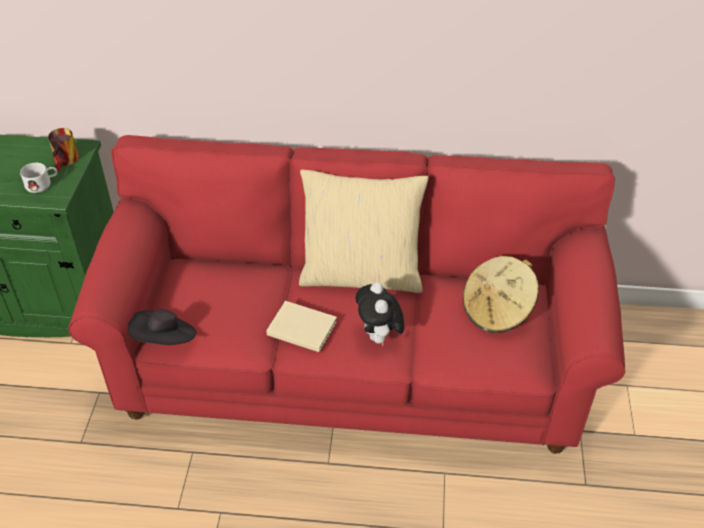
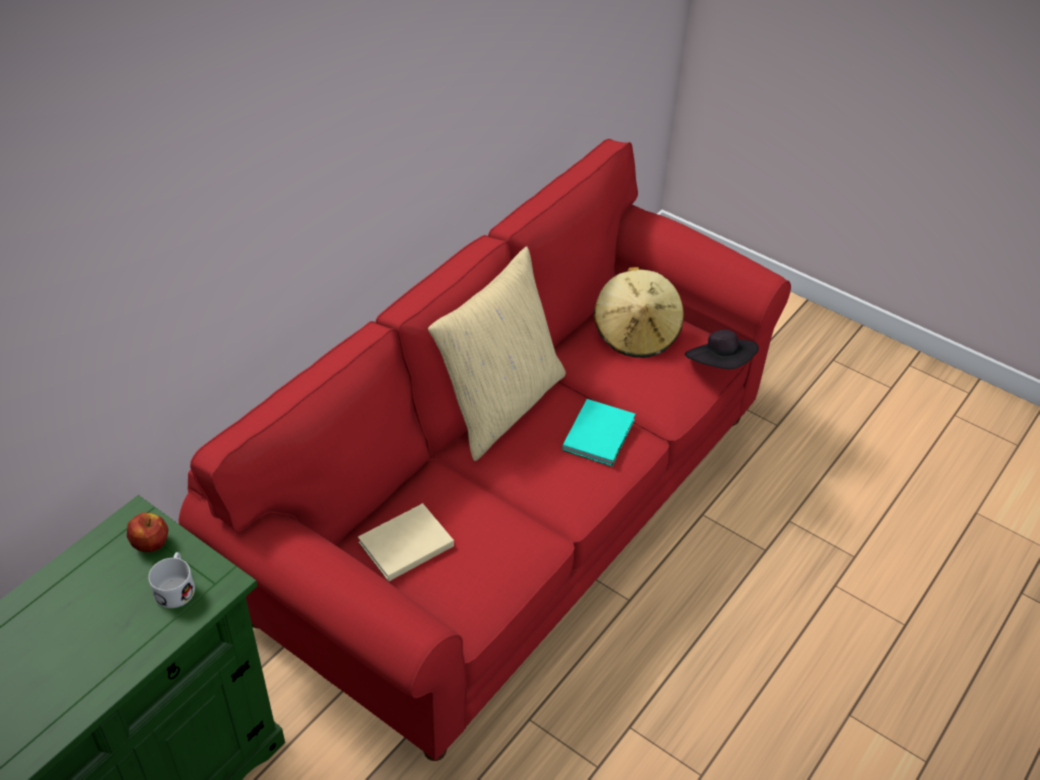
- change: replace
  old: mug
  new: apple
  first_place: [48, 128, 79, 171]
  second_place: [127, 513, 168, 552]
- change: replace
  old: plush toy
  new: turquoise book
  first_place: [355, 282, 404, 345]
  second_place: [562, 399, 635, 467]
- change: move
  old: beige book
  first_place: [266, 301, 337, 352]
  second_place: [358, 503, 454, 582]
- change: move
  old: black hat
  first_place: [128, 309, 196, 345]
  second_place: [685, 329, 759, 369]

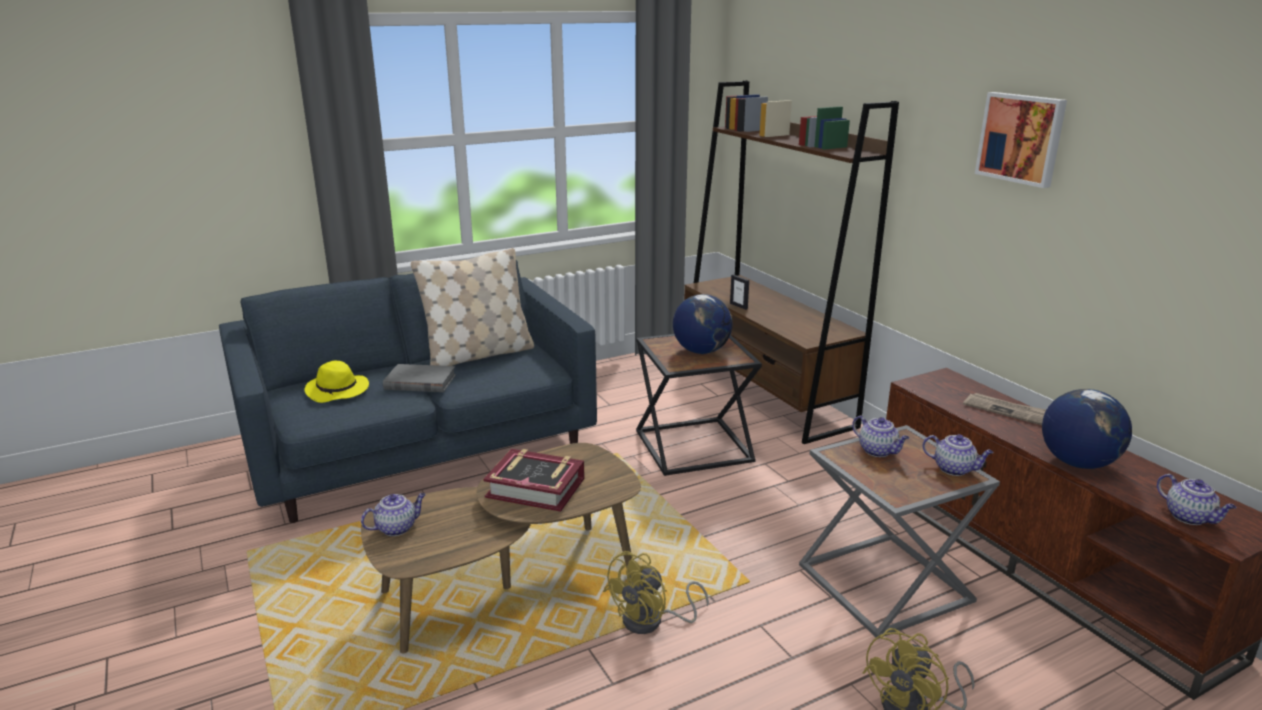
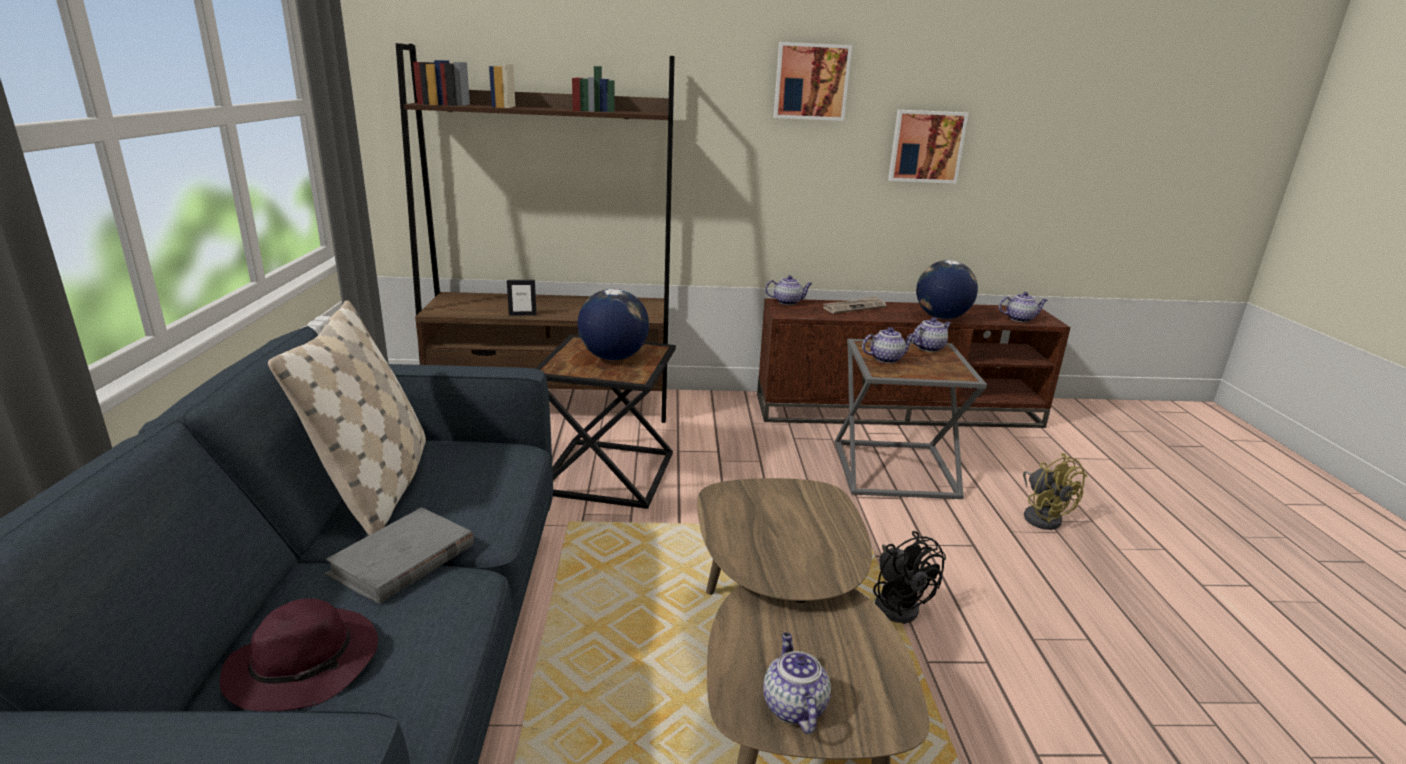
- change: recolor
  old: yellow hat
  new: purple hat
  first_place: [304, 361, 369, 403]
  second_place: [219, 598, 378, 711]
- change: delete
  old: book
  first_place: [483, 449, 585, 512]
- change: recolor
  old: yellow fan
  new: black fan
  first_place: [603, 551, 709, 634]
  second_place: [873, 531, 946, 624]
- change: insert
  new: picture
  second_place: [888, 110, 969, 184]
- change: insert
  new: teapot
  second_place: [765, 275, 812, 305]

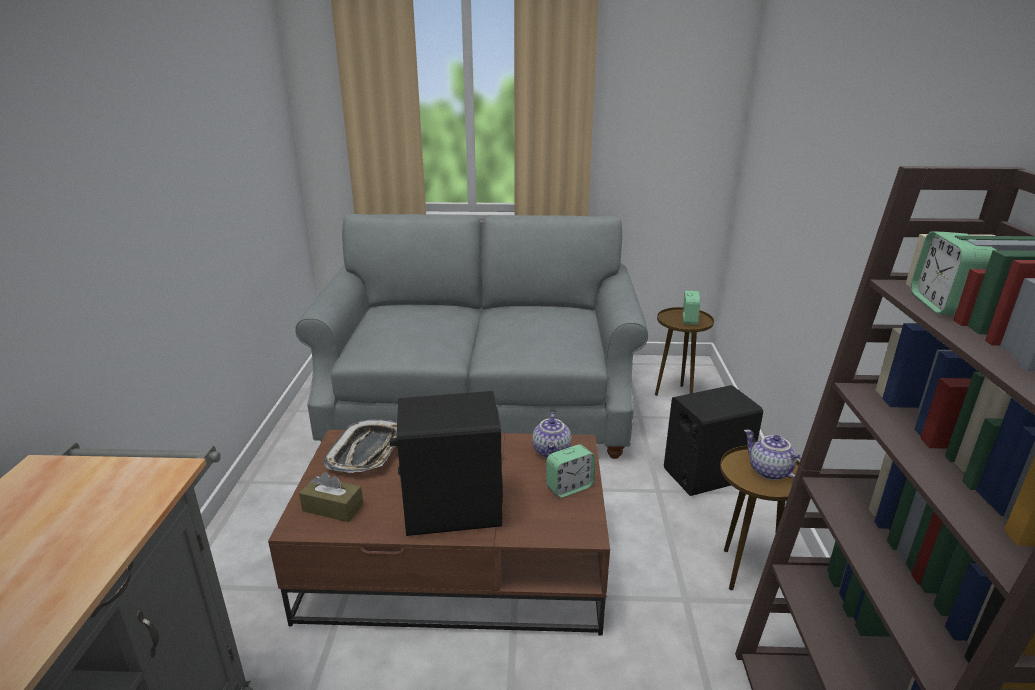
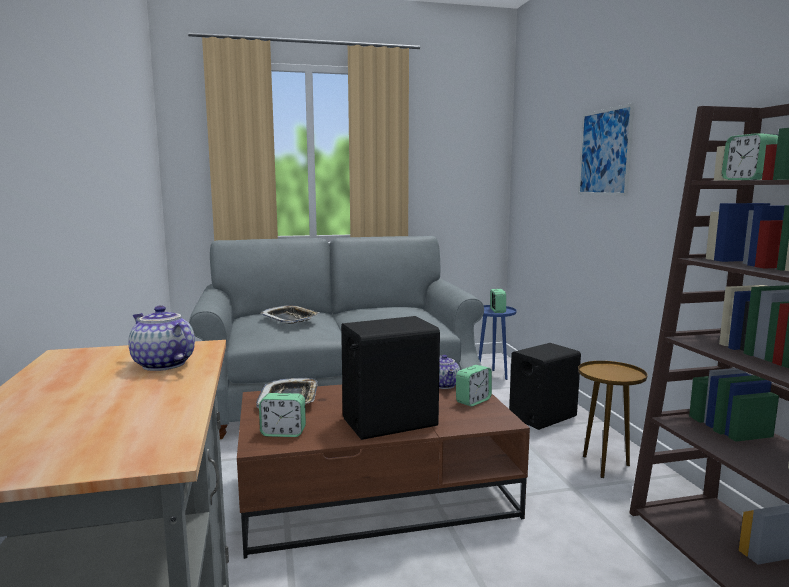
- change: recolor
  old: brown side table
  new: blue side table
  first_place: [655, 307, 714, 396]
  second_place: [478, 305, 517, 380]
- change: move
  old: teapot
  first_place: [744, 429, 802, 480]
  second_place: [128, 305, 195, 371]
- change: replace
  old: brown tissue box
  new: alarm clock
  first_place: [299, 472, 363, 522]
  second_place: [259, 393, 306, 437]
- change: insert
  new: picture
  second_place: [578, 103, 635, 196]
- change: insert
  new: tray
  second_place: [261, 305, 320, 324]

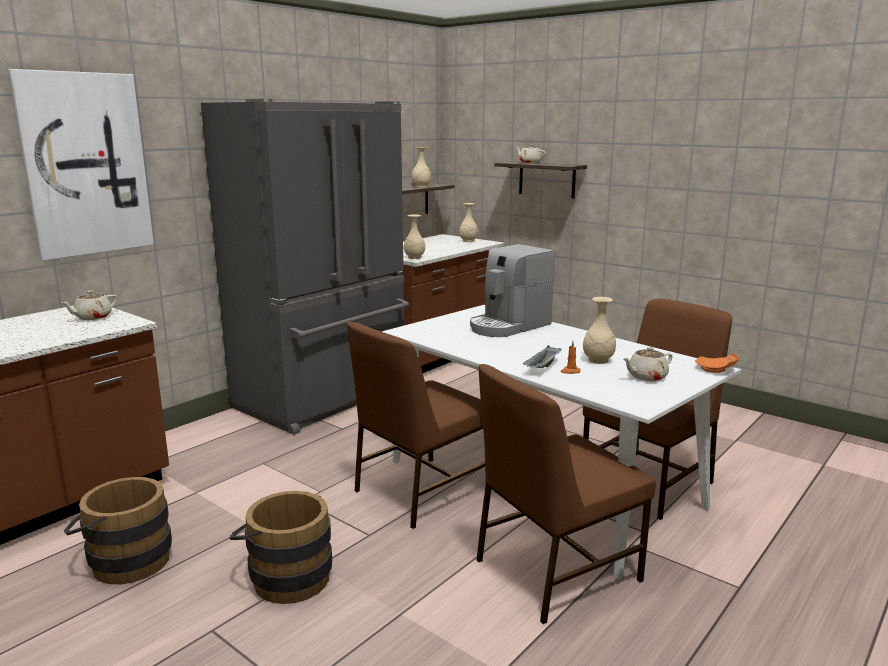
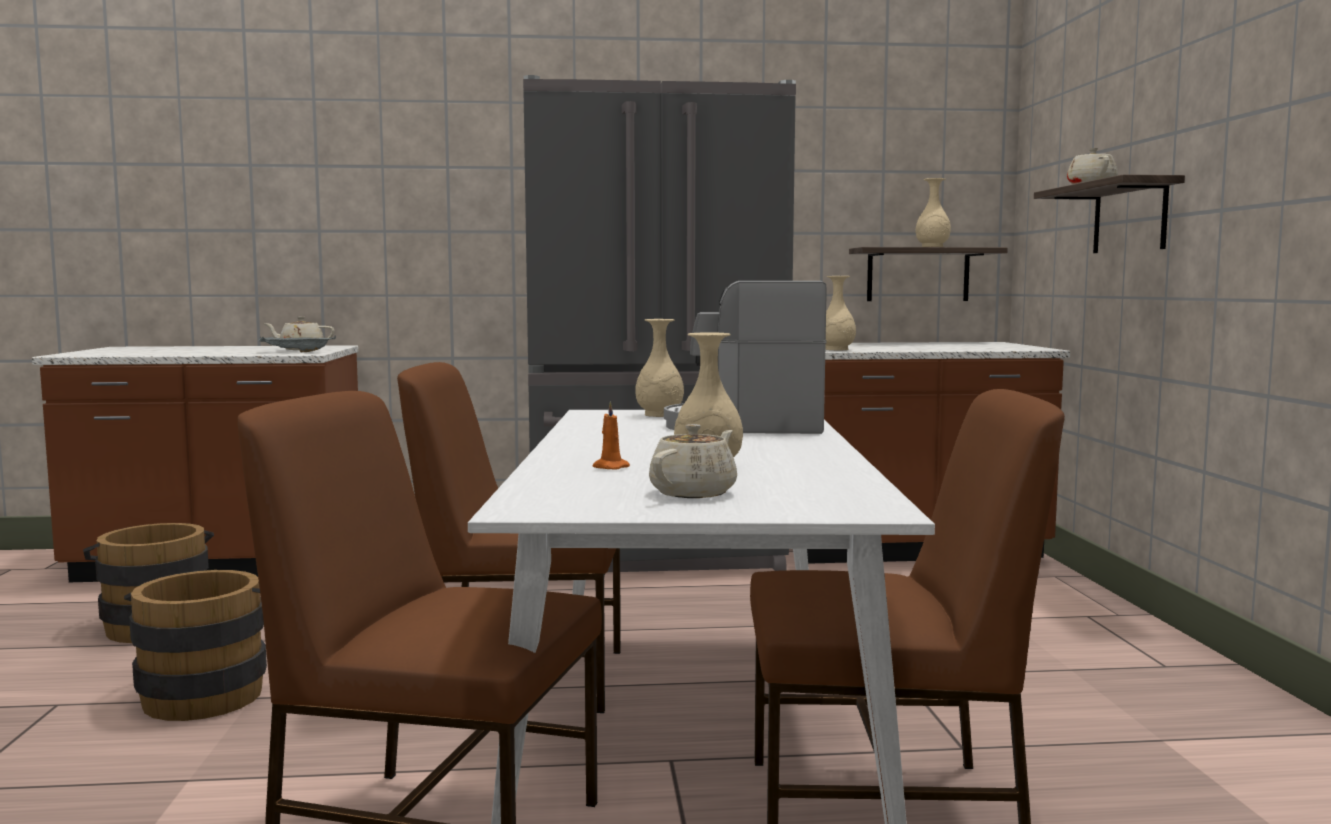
- change: delete
  old: picture
  first_place: [8, 69, 154, 260]
- change: move
  old: beige vase
  first_place: [459, 203, 478, 242]
  second_place: [635, 319, 684, 417]
- change: move
  old: grey tray
  first_place: [523, 345, 562, 368]
  second_place: [259, 335, 336, 352]
- change: rotate
  old: beige teapot
  first_place: [623, 347, 673, 381]
  second_place: [649, 424, 737, 498]
  degrees: 105
- change: delete
  old: orange plate
  first_place: [695, 353, 739, 373]

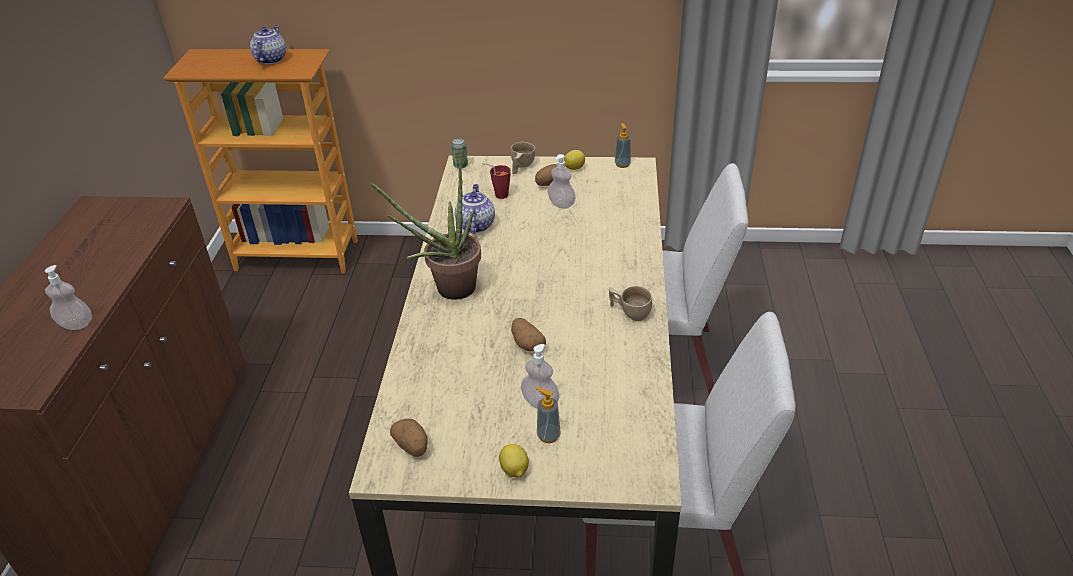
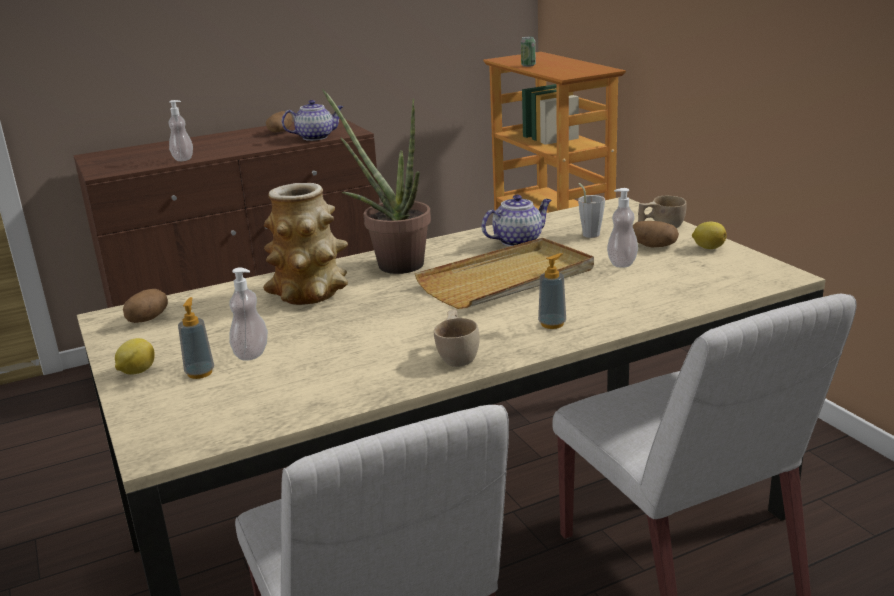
- change: move
  old: teapot
  first_place: [250, 25, 286, 64]
  second_place: [282, 100, 343, 141]
- change: move
  old: soap dispenser
  first_place: [615, 123, 631, 168]
  second_place: [538, 253, 566, 329]
- change: move
  old: can
  first_place: [451, 138, 468, 169]
  second_place: [521, 37, 536, 67]
- change: recolor
  old: red cup
  new: grey cup
  first_place: [482, 163, 511, 199]
  second_place: [578, 183, 605, 238]
- change: move
  old: potato
  first_place: [511, 318, 546, 351]
  second_place: [266, 111, 292, 132]
- change: insert
  new: vase
  second_place: [263, 183, 348, 305]
- change: insert
  new: beige tray
  second_place: [414, 238, 594, 309]

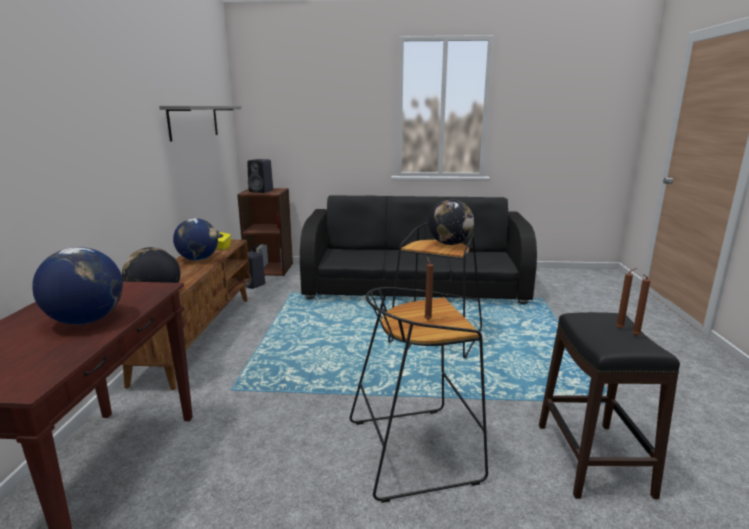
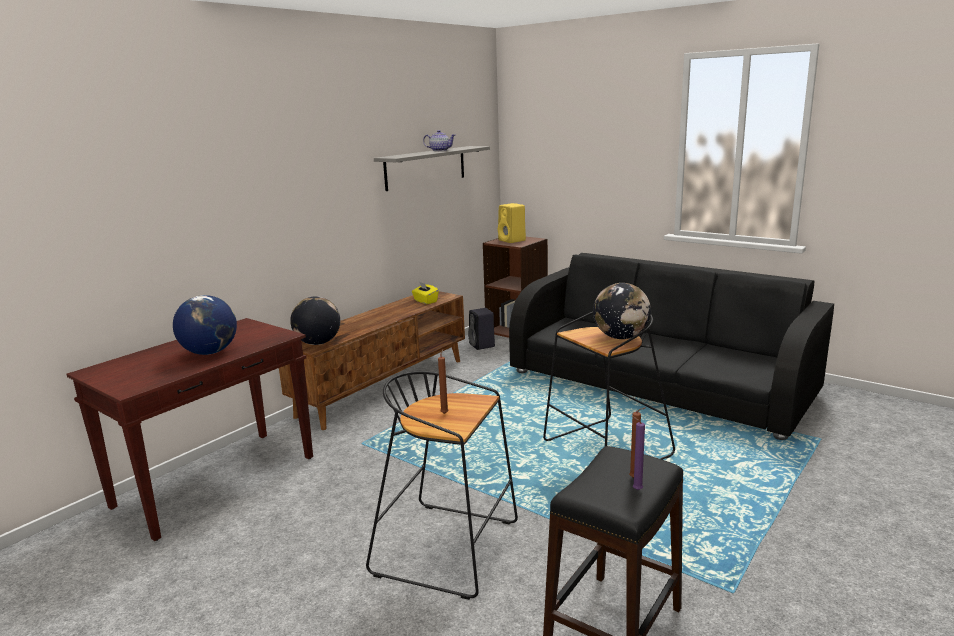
- change: recolor
  old: black speaker
  new: yellow speaker
  first_place: [248, 159, 273, 193]
  second_place: [498, 203, 526, 243]
- change: delete
  old: globe
  first_place: [173, 218, 218, 260]
- change: recolor
  old: brown candle
  new: purple candle
  first_place: [632, 274, 650, 336]
  second_place: [632, 416, 645, 490]
- change: insert
  new: teapot
  second_place: [423, 130, 455, 151]

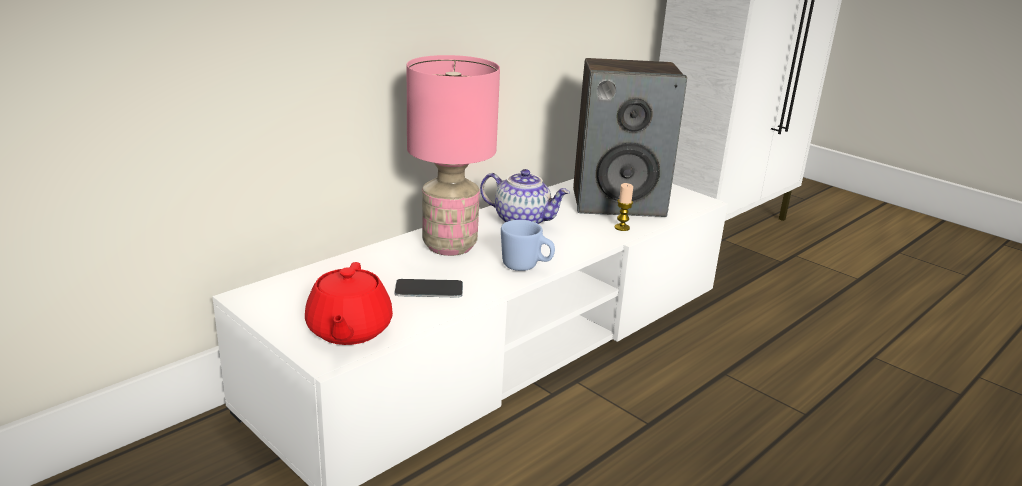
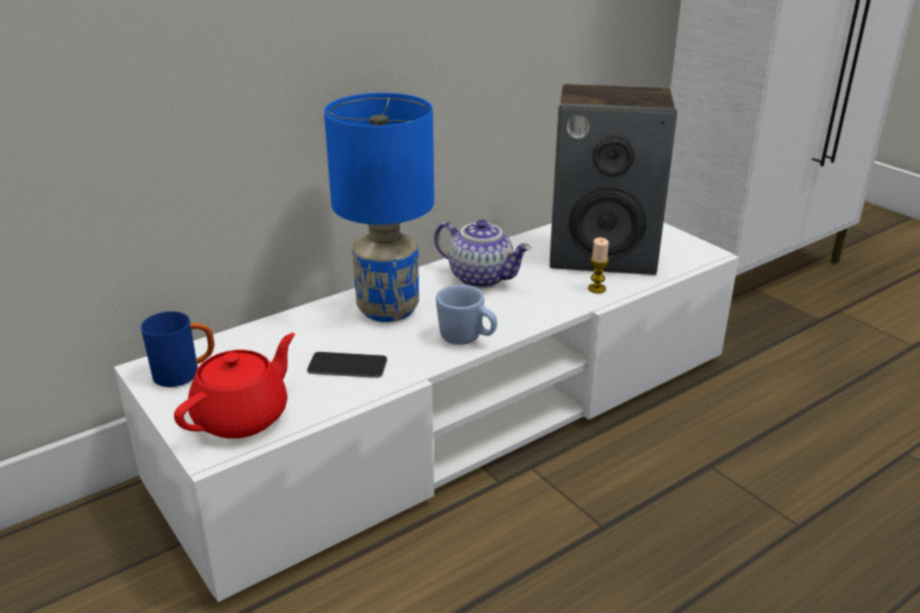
- change: recolor
  old: pink table lamp
  new: blue table lamp
  first_place: [407, 55, 500, 256]
  second_place: [324, 93, 434, 322]
- change: rotate
  old: red teapot
  first_place: [305, 262, 393, 345]
  second_place: [174, 333, 295, 439]
  degrees: -150
- change: insert
  new: blue mug
  second_place: [141, 311, 214, 387]

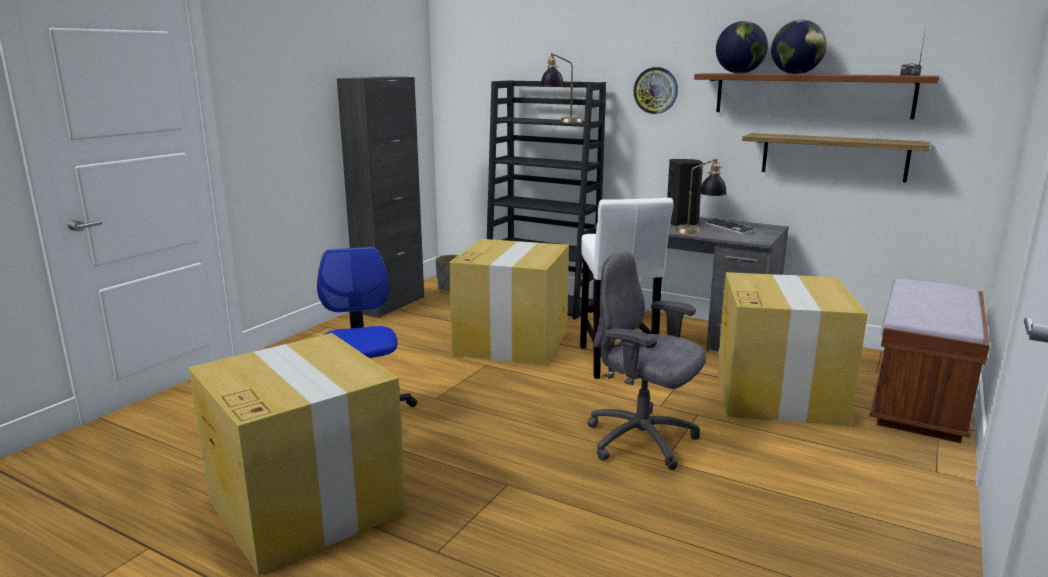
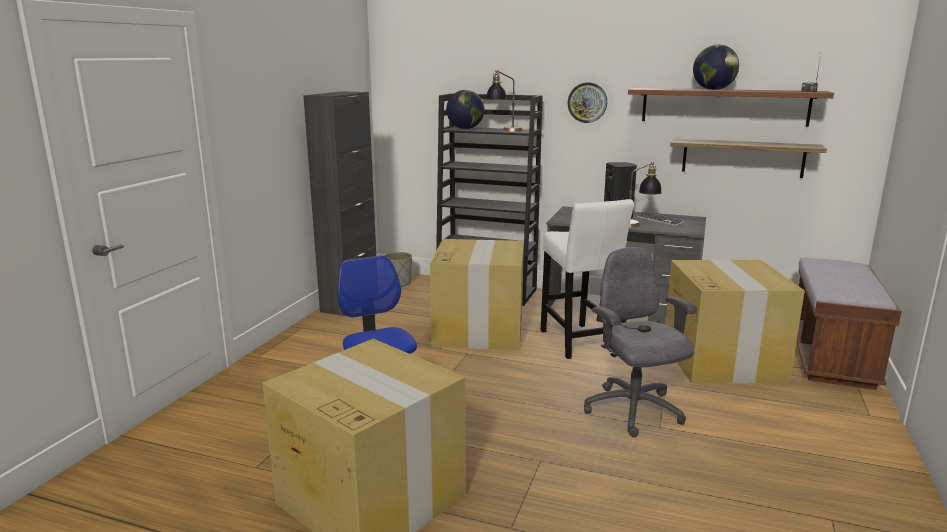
- change: move
  old: globe
  first_place: [716, 21, 768, 74]
  second_place: [446, 90, 484, 129]
- change: rotate
  old: grey office chair
  first_place: [587, 252, 706, 470]
  second_place: [584, 247, 697, 437]
  degrees: 45

